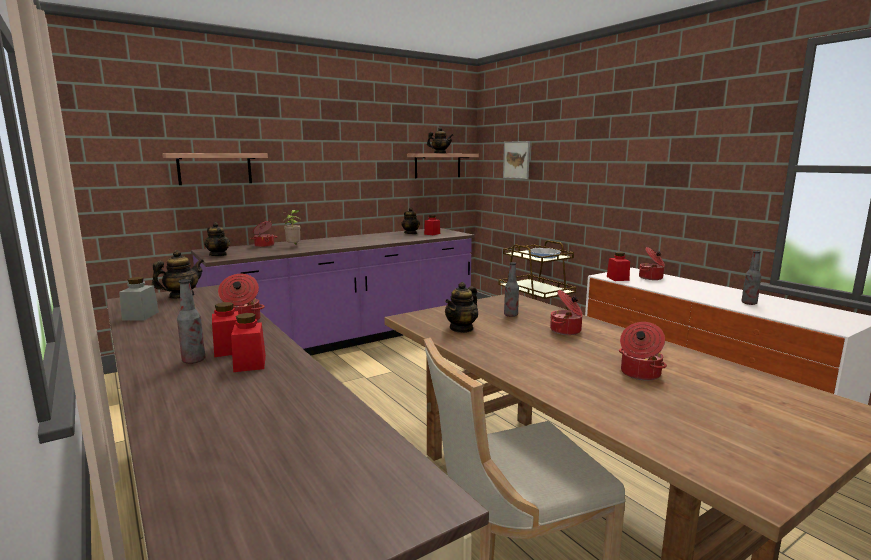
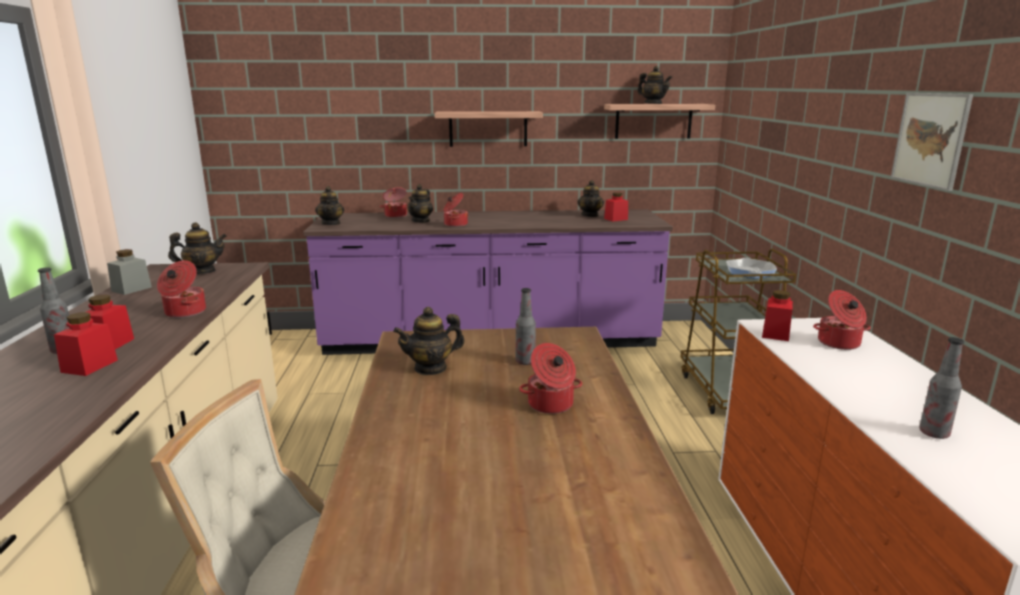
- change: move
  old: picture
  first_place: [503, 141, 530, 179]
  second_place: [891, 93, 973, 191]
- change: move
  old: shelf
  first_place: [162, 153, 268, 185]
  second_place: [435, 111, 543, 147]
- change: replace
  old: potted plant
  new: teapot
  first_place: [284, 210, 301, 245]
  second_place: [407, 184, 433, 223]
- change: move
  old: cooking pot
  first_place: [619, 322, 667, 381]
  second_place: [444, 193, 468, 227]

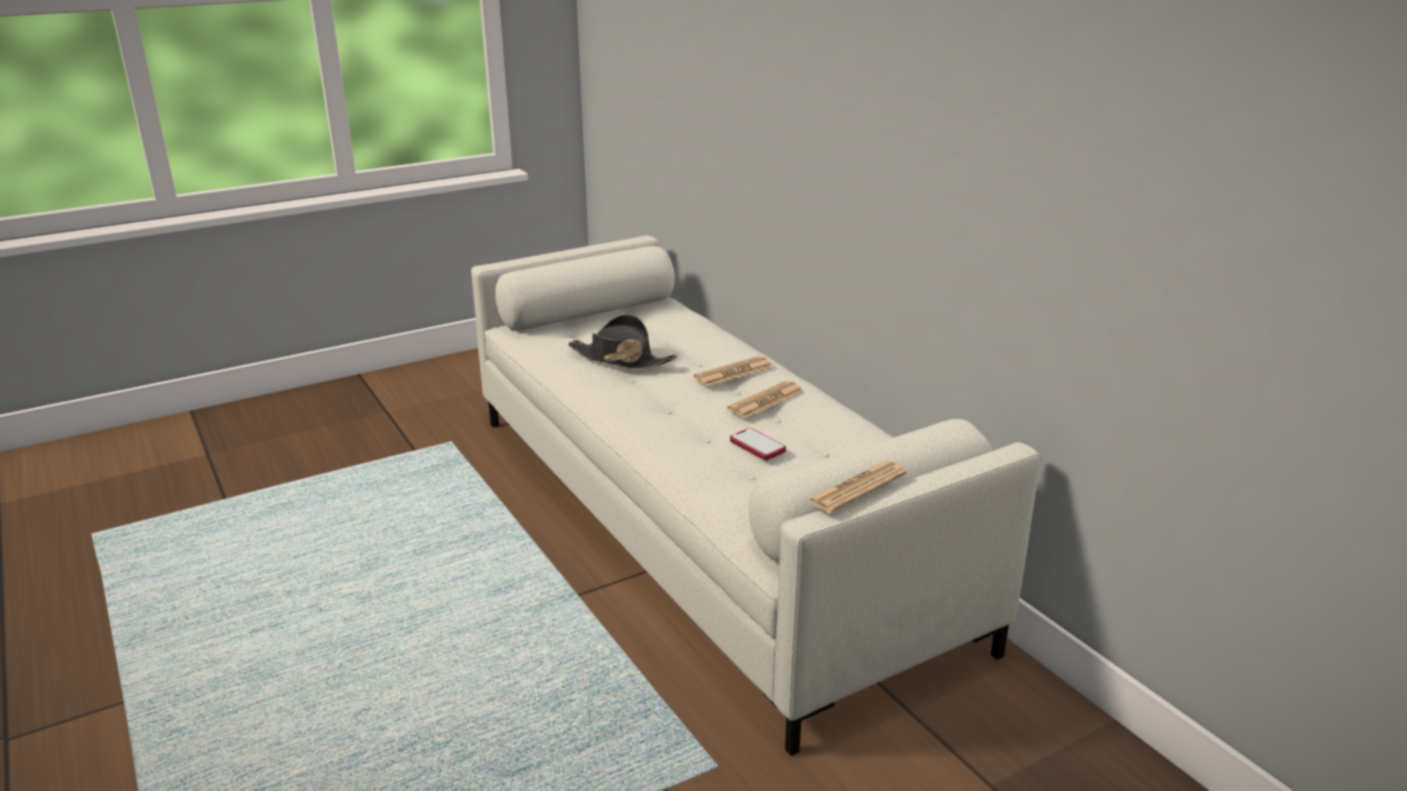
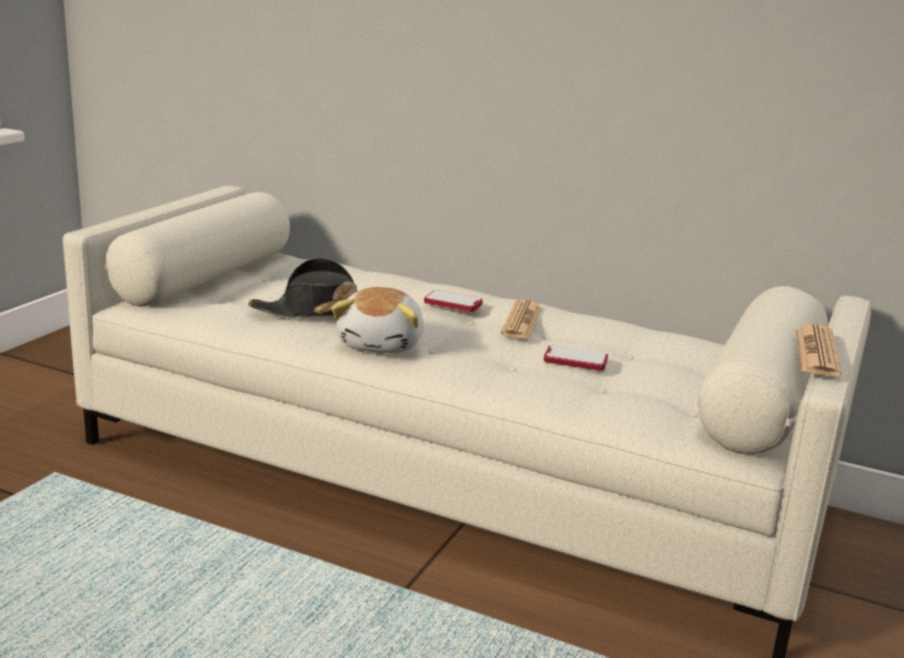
- change: replace
  old: newspaper
  new: phone
  first_place: [694, 356, 773, 386]
  second_place: [424, 290, 483, 312]
- change: insert
  new: plush toy
  second_place: [331, 287, 424, 353]

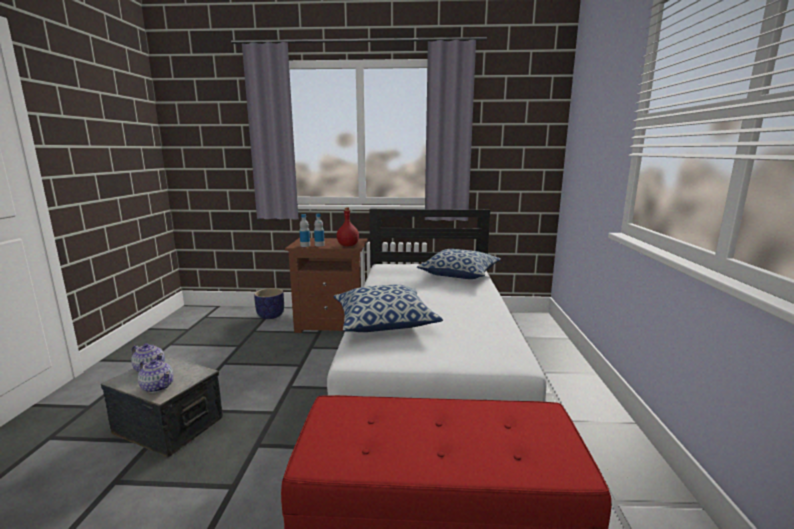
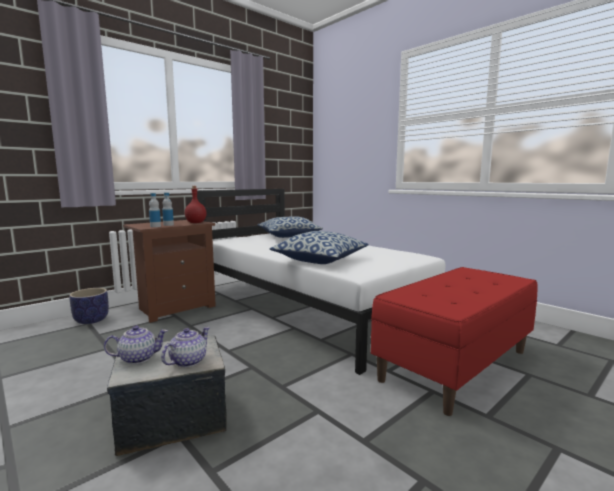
- change: rotate
  old: teapot
  first_place: [138, 360, 174, 393]
  second_place: [161, 327, 210, 367]
  degrees: -45

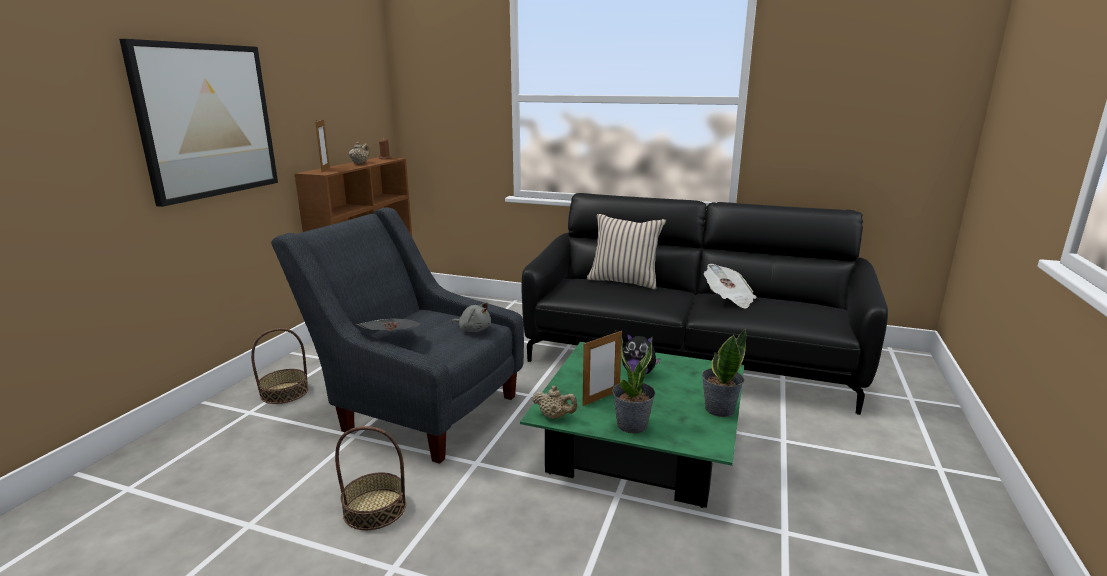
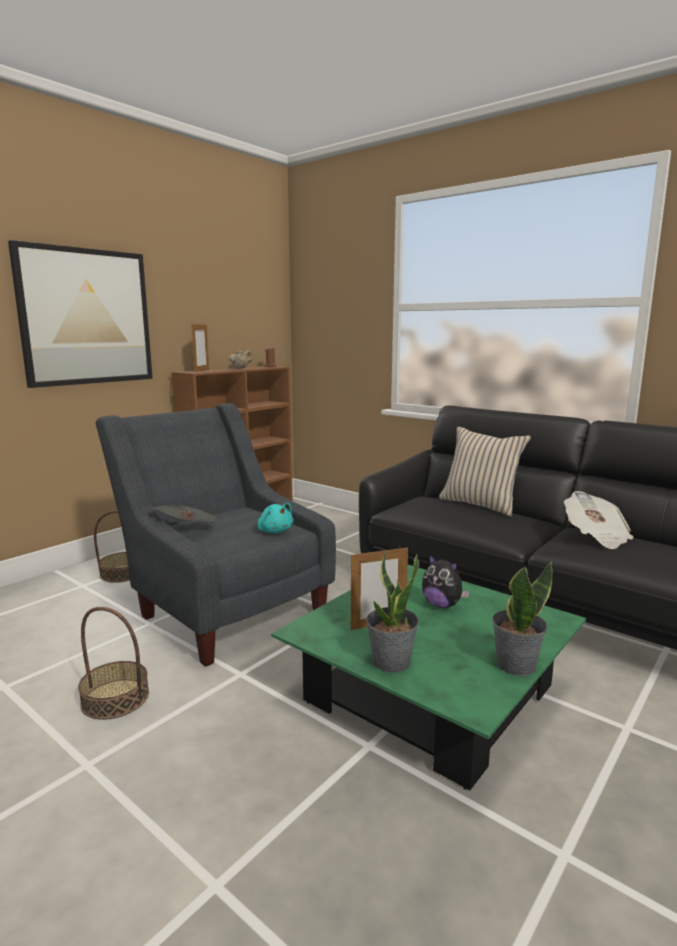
- change: recolor
  old: grey plush toy
  new: turquoise plush toy
  first_place: [452, 302, 491, 332]
  second_place: [257, 503, 293, 533]
- change: delete
  old: beige teapot
  first_place: [532, 386, 578, 419]

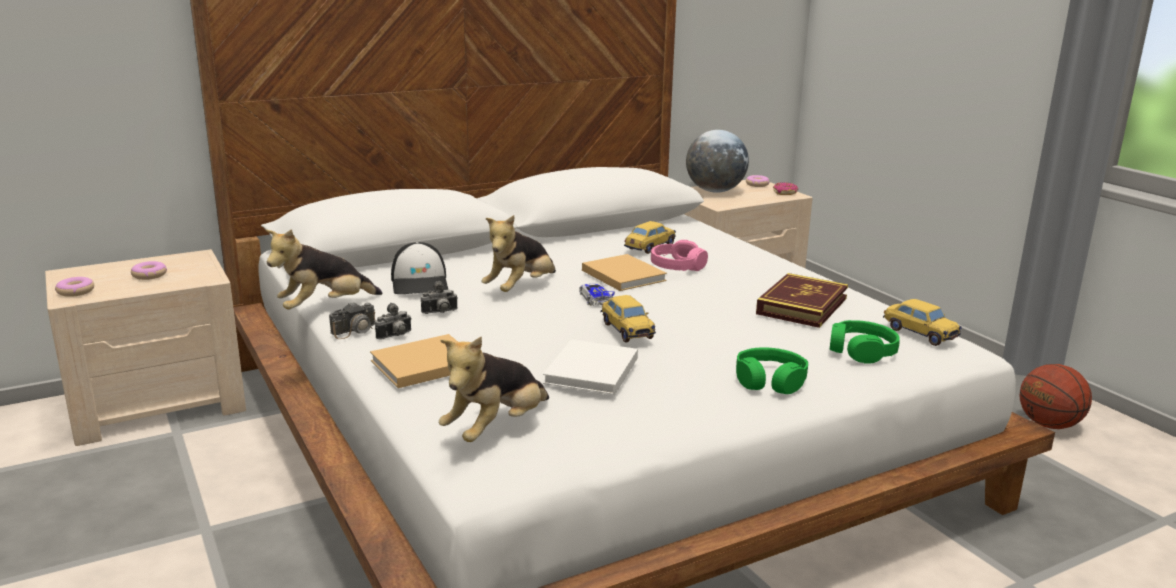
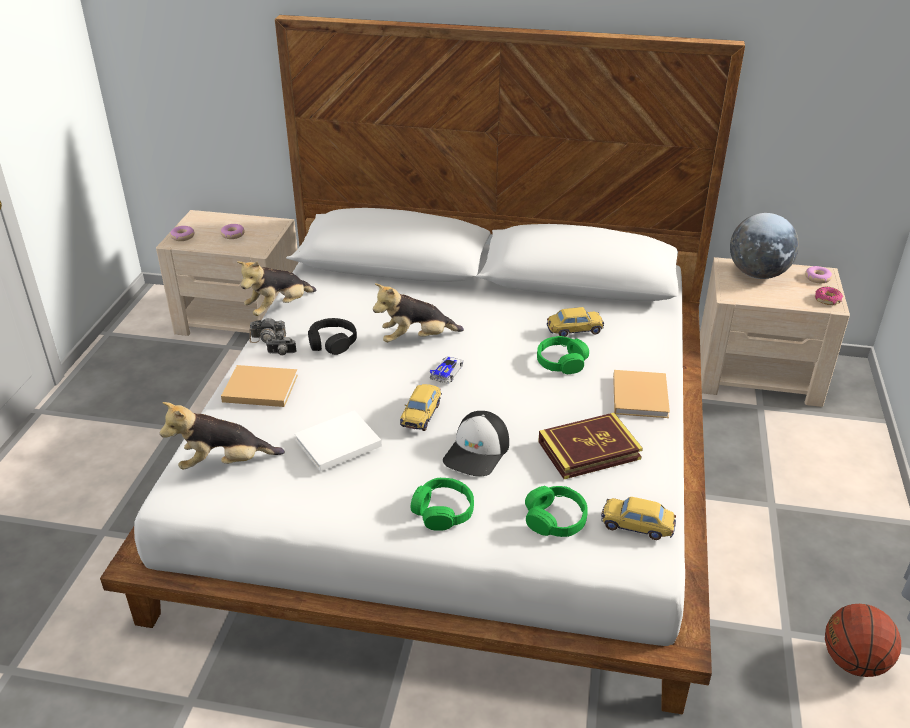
- change: rotate
  old: plush toy
  first_place: [266, 229, 383, 309]
  second_place: [237, 261, 317, 316]
  degrees: -45
- change: recolor
  old: pink headphones
  new: green headphones
  first_place: [651, 240, 708, 271]
  second_place: [537, 336, 589, 374]
- change: move
  old: cap
  first_place: [391, 242, 448, 294]
  second_place: [443, 411, 509, 477]
- change: move
  old: beige book
  first_place: [582, 254, 667, 291]
  second_place: [613, 370, 670, 418]
- change: replace
  old: photo camera
  new: black headphones
  first_place: [421, 281, 458, 314]
  second_place: [308, 318, 357, 355]
- change: rotate
  old: toy car
  first_place: [883, 299, 962, 346]
  second_place: [601, 497, 676, 540]
  degrees: 105

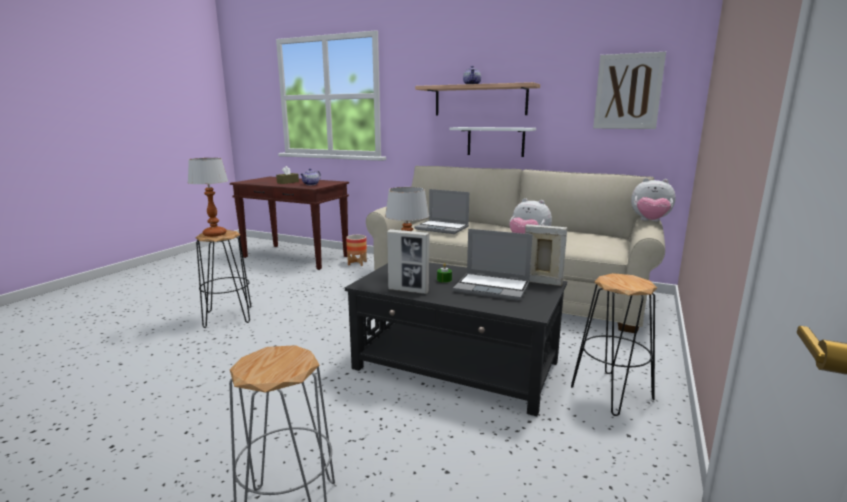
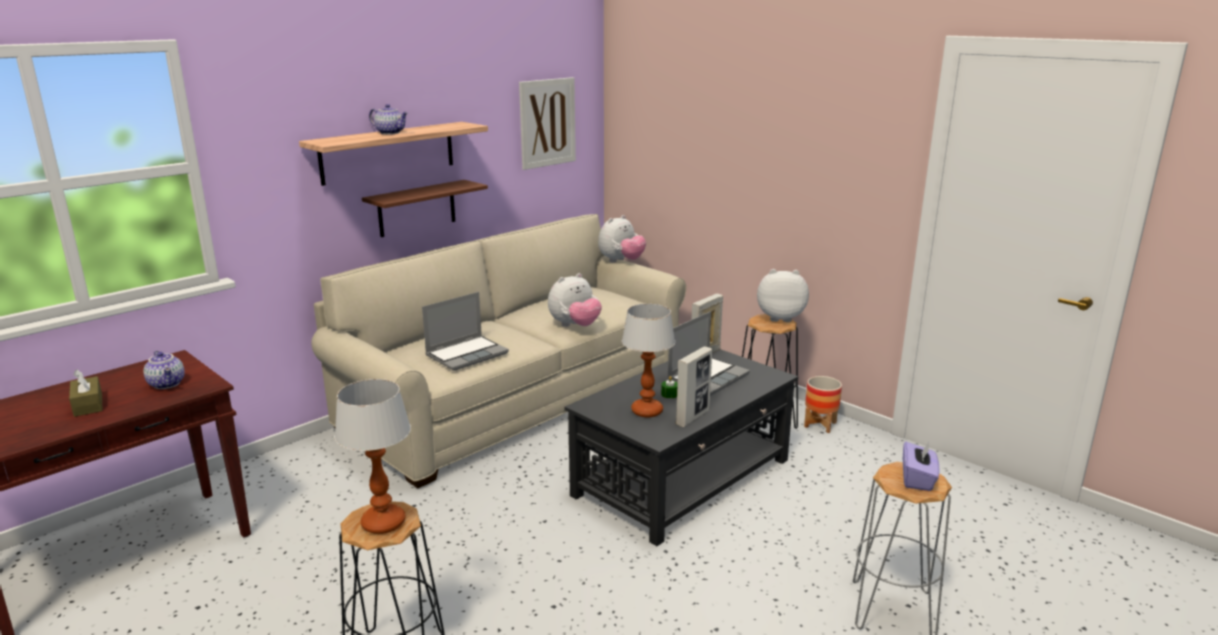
- change: recolor
  old: white shelf
  new: brown shelf
  first_place: [450, 127, 536, 157]
  second_place: [362, 180, 488, 237]
- change: move
  old: planter
  first_place: [346, 235, 367, 266]
  second_place: [804, 376, 842, 433]
- change: insert
  new: plush toy
  second_place: [757, 269, 809, 322]
- change: insert
  new: purple tissue box
  second_place: [903, 442, 939, 491]

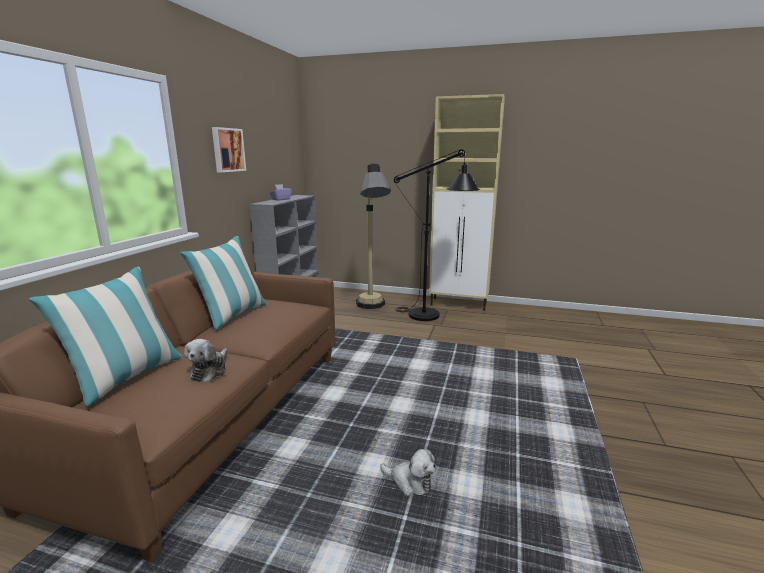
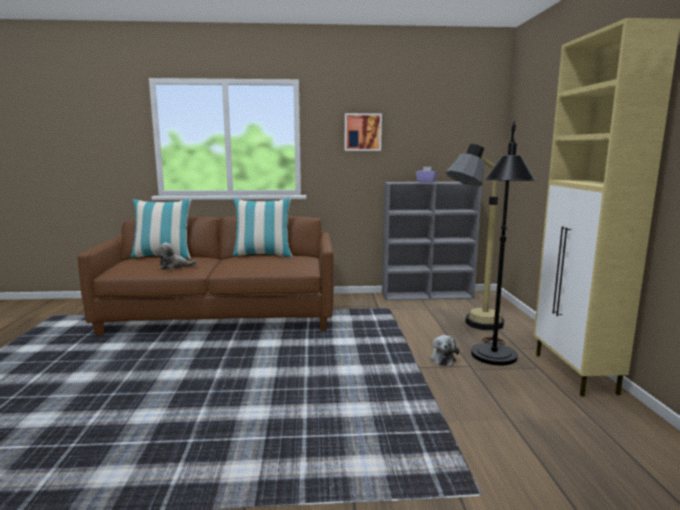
- change: move
  old: plush toy
  first_place: [380, 449, 436, 496]
  second_place: [429, 335, 459, 366]

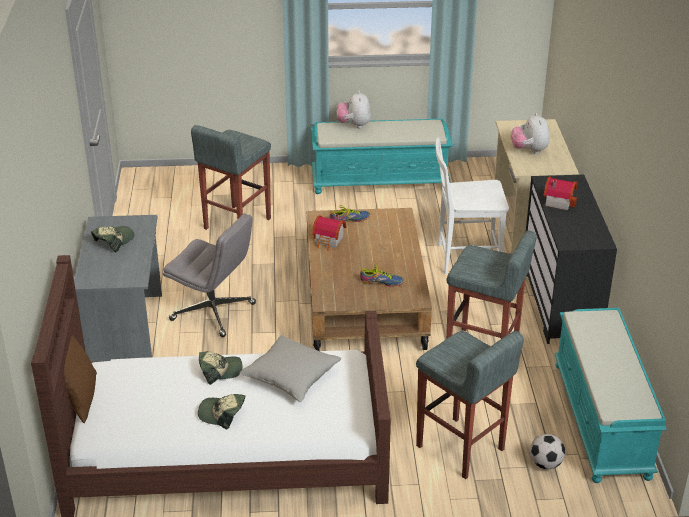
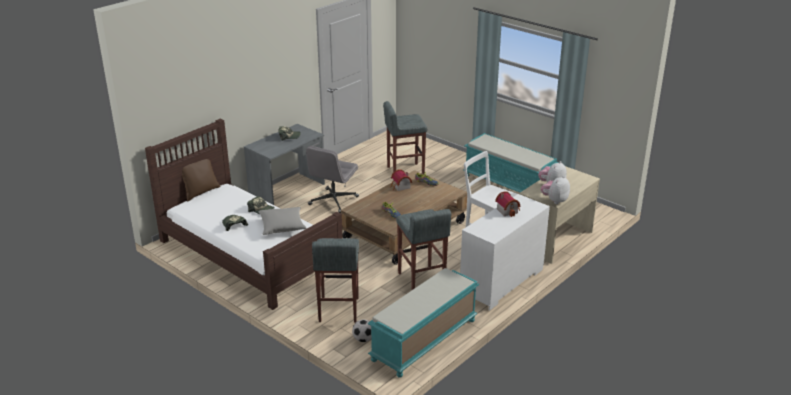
- change: move
  old: plush toy
  first_place: [337, 91, 371, 128]
  second_place: [541, 176, 570, 204]
- change: recolor
  old: black dresser
  new: white dresser
  first_place: [526, 175, 617, 344]
  second_place: [460, 194, 550, 311]
- change: rotate
  old: grey office chair
  first_place: [163, 213, 256, 337]
  second_place: [306, 146, 359, 213]
  degrees: 45

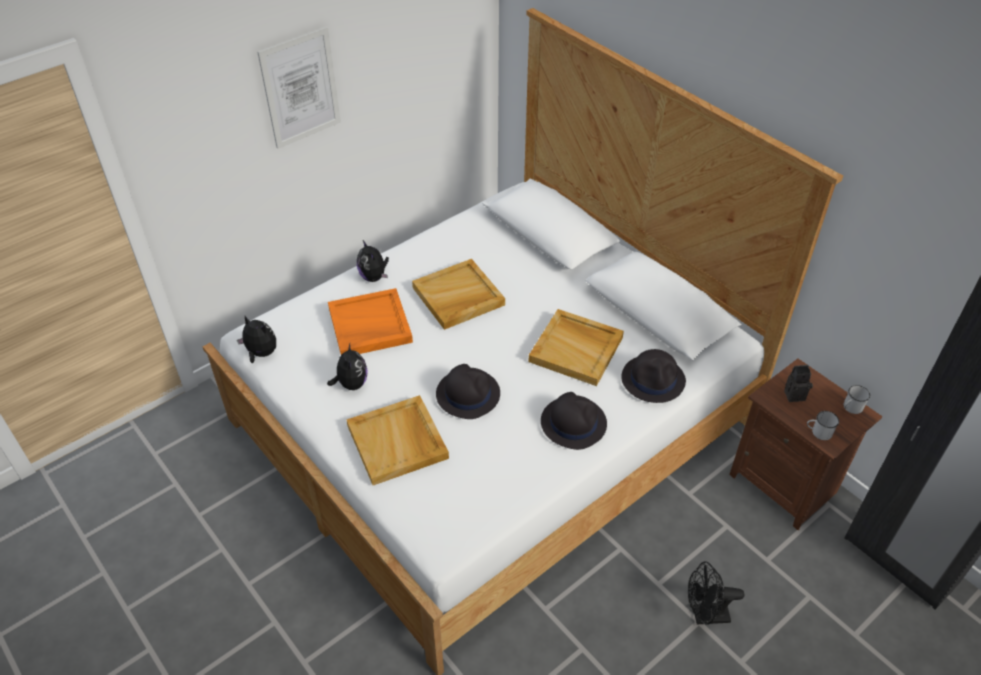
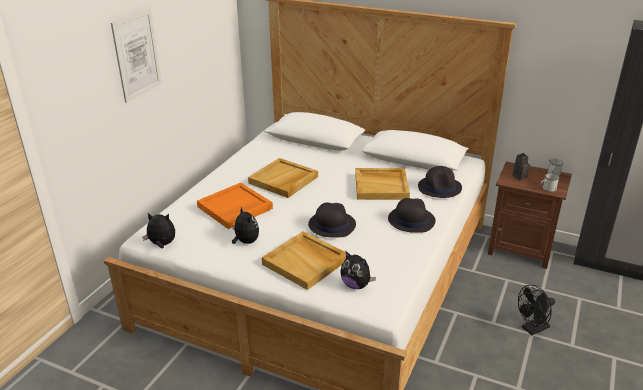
- change: move
  old: plush toy
  first_place: [357, 240, 389, 282]
  second_place: [340, 251, 376, 289]

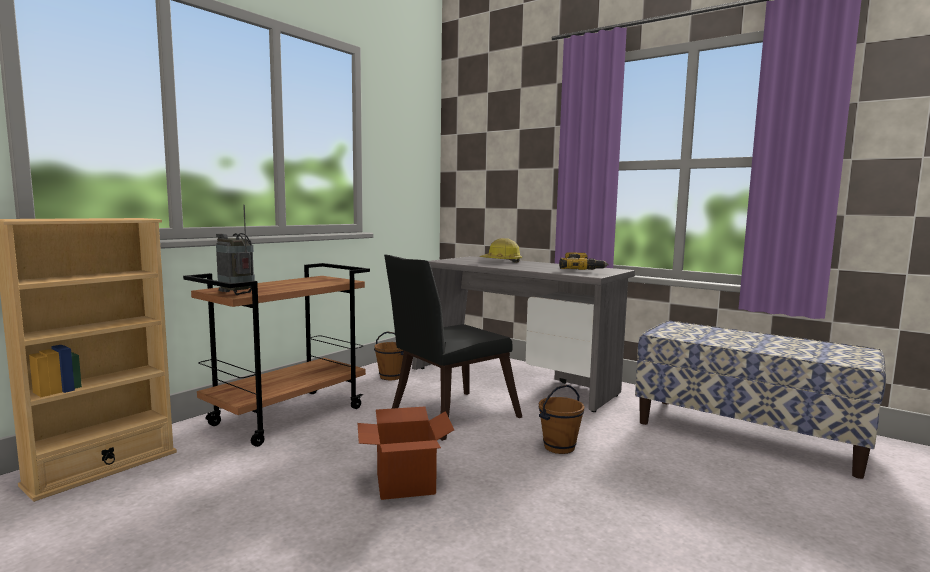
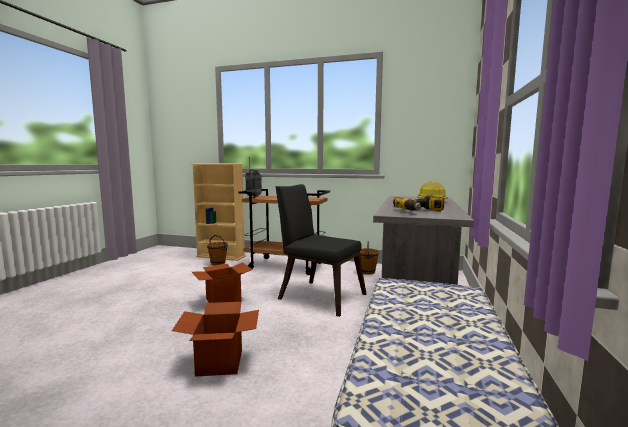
- change: move
  old: brown bucket
  first_place: [538, 385, 585, 454]
  second_place: [207, 235, 228, 265]
- change: insert
  new: cardboard box
  second_place: [172, 302, 259, 377]

